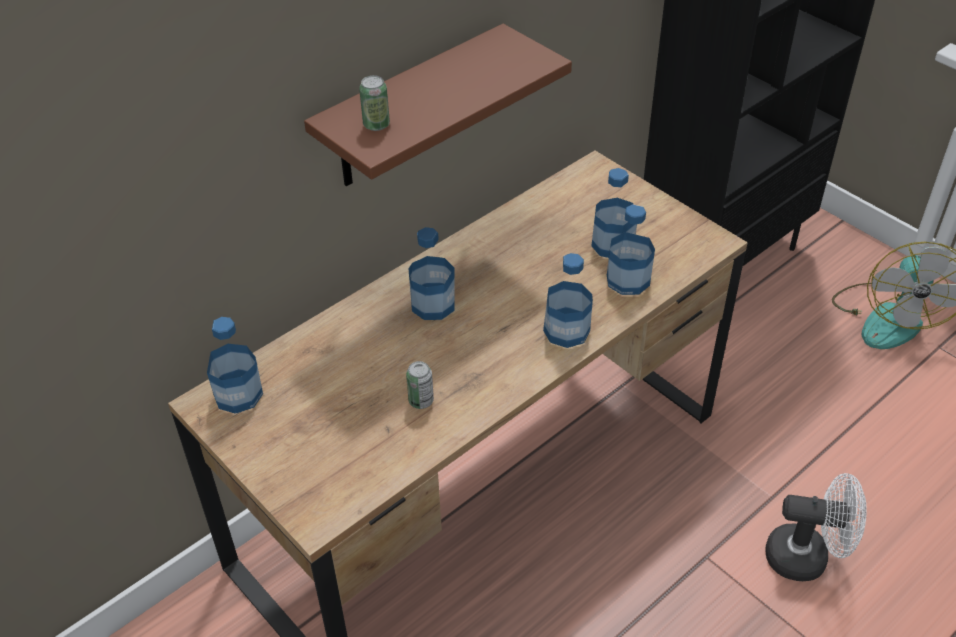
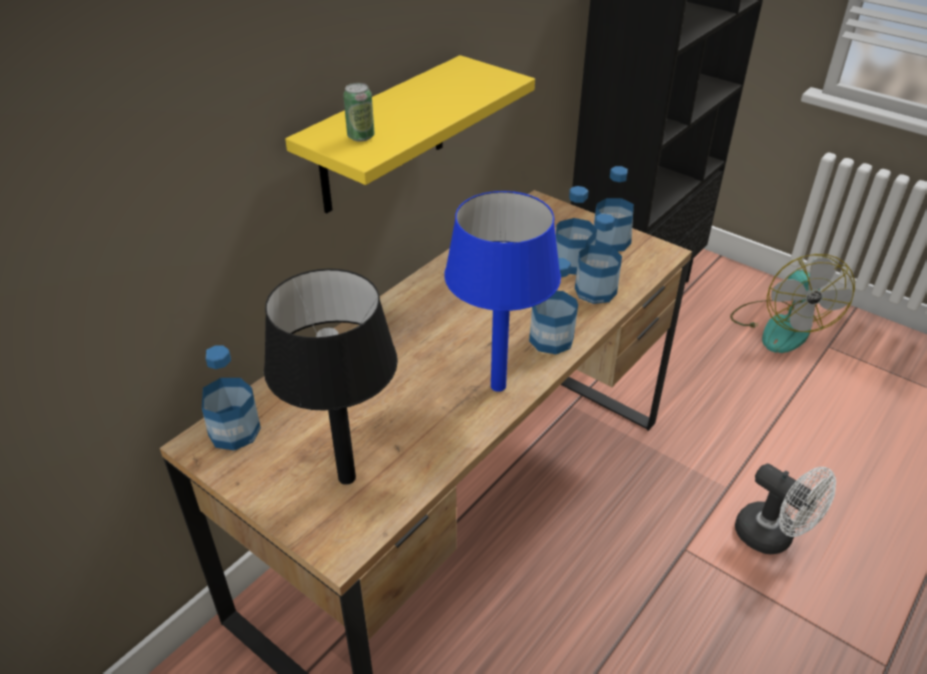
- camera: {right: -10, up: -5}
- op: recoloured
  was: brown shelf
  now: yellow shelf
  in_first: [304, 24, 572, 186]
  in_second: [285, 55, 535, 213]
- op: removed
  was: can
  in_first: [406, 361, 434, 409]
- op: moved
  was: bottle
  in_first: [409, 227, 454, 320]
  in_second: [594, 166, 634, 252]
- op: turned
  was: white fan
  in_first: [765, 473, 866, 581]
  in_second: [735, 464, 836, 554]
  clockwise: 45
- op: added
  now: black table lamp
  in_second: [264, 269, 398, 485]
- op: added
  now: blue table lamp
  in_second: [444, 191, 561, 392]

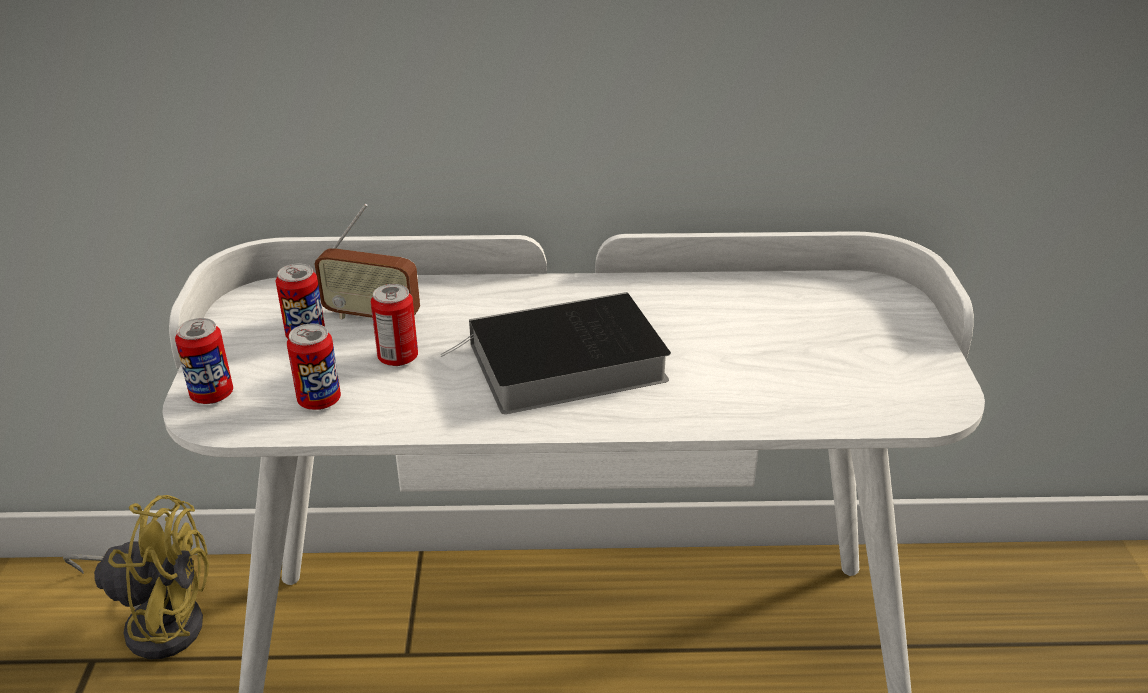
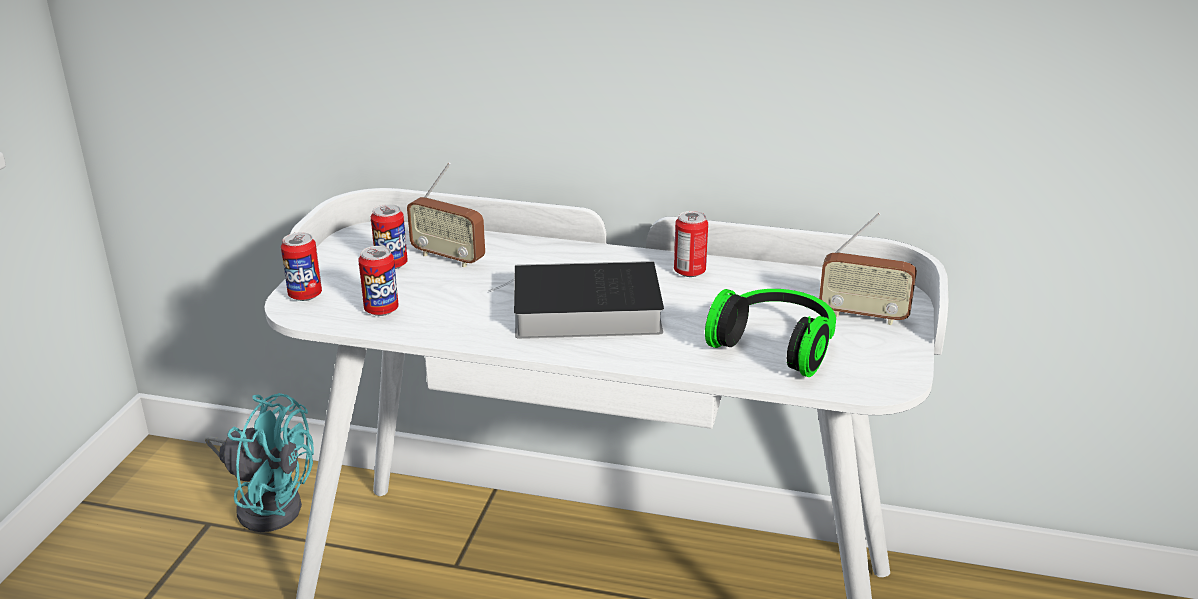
- camera: {right: 15, up: -5}
- op: recoloured
  was: yellow fan
  now: turquoise fan
  in_first: [63, 495, 209, 659]
  in_second: [205, 393, 314, 532]
- op: moved
  was: can
  in_first: [371, 284, 418, 366]
  in_second: [674, 211, 708, 277]
- op: added
  now: headphones
  in_second: [705, 289, 836, 377]
- op: added
  now: radio
  in_second: [819, 213, 917, 325]

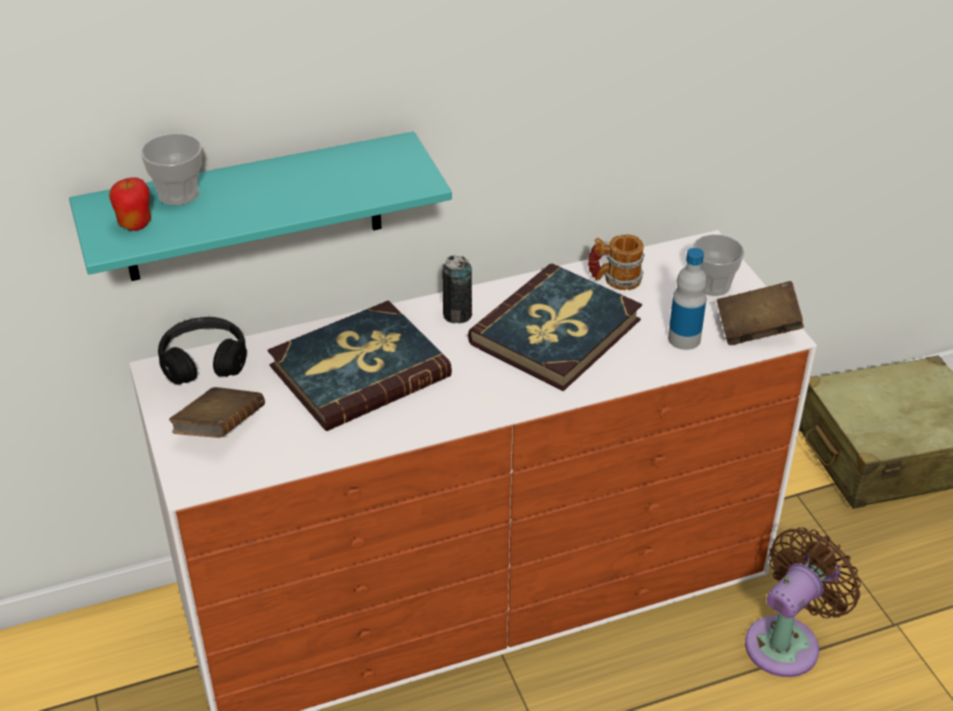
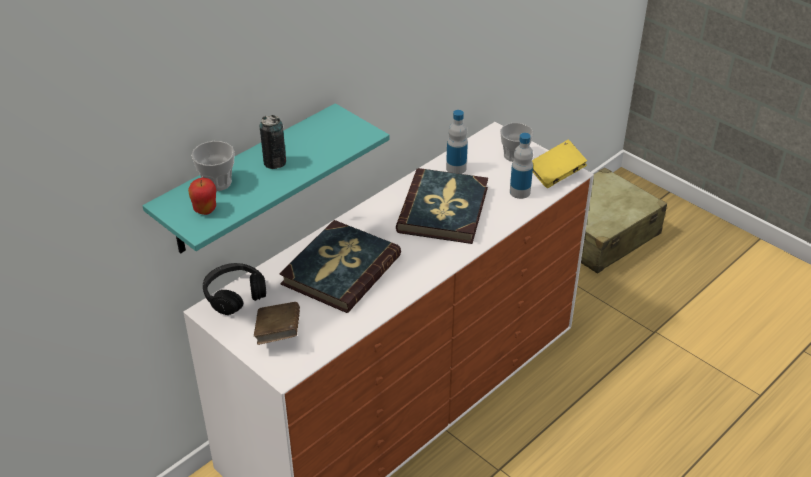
- camera: {right: -25, up: 0}
- op: moved
  was: can
  in_first: [442, 255, 472, 323]
  in_second: [260, 115, 286, 169]
- op: replaced
  was: mug
  now: bottle
  in_first: [588, 234, 645, 290]
  in_second: [446, 110, 468, 174]
- op: recoloured
  was: brown book
  now: yellow book
  in_first: [717, 281, 804, 345]
  in_second: [532, 140, 587, 188]
- op: removed
  was: brown fan
  in_first: [745, 527, 861, 677]

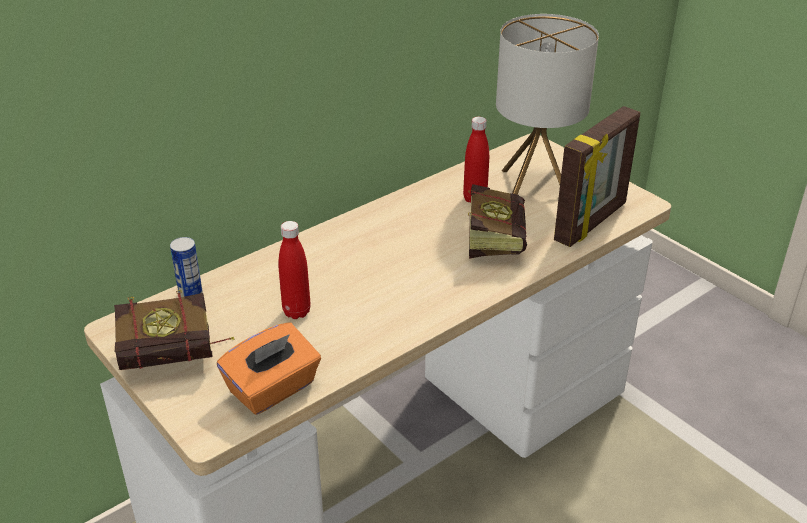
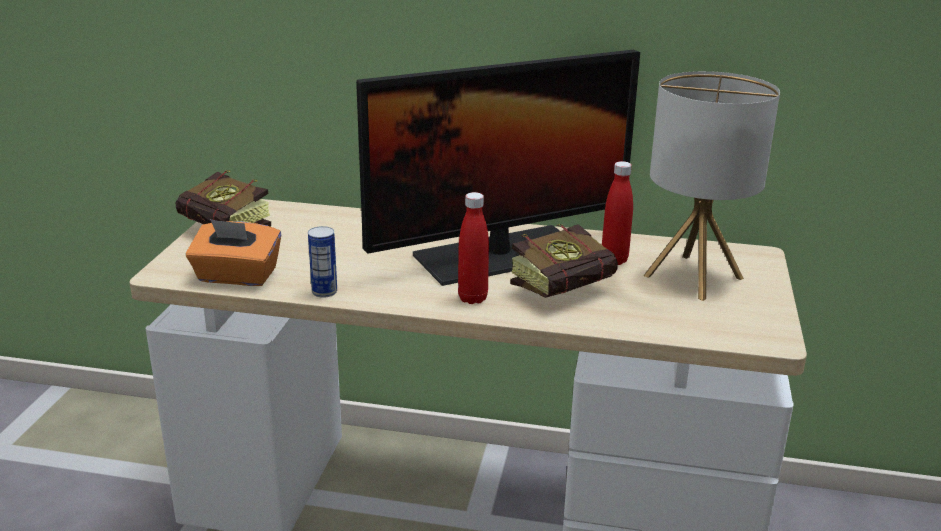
- camera: {right: 50, up: -10}
- op: moved
  was: can
  in_first: [170, 237, 203, 297]
  in_second: [308, 226, 337, 298]
- op: moved
  was: red bottle
  in_first: [278, 221, 311, 319]
  in_second: [458, 192, 489, 304]
- op: removed
  was: picture frame
  in_first: [554, 106, 640, 247]
- op: added
  now: monitor
  in_second: [356, 50, 640, 286]

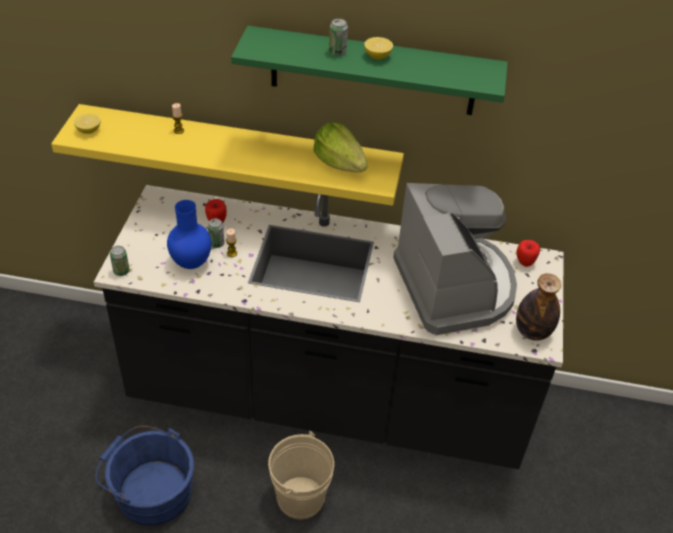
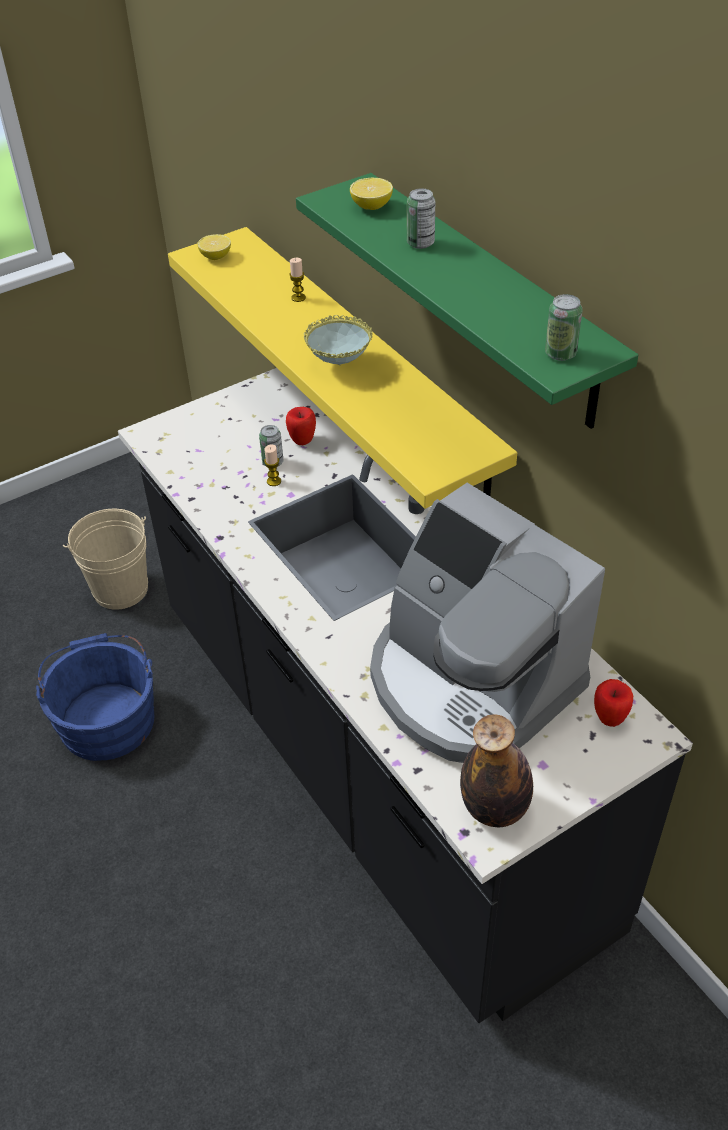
- camera: {right: 50, up: 0}
- op: moved
  was: can
  in_first: [110, 246, 130, 276]
  in_second: [545, 294, 582, 361]
- op: removed
  was: blue vase
  in_first: [167, 200, 212, 269]
- op: moved
  was: beige bucket
  in_first: [268, 431, 334, 519]
  in_second: [63, 509, 148, 610]
- op: removed
  was: lettuce
  in_first: [313, 122, 368, 172]
- op: moved
  was: lemon
  in_first: [364, 37, 393, 59]
  in_second: [350, 178, 393, 210]
- op: turned
  was: coffee machine
  in_first: [393, 183, 517, 335]
  in_second: [370, 483, 605, 763]
  clockwise: 105
- op: added
  now: bowl
  in_second: [303, 315, 373, 366]

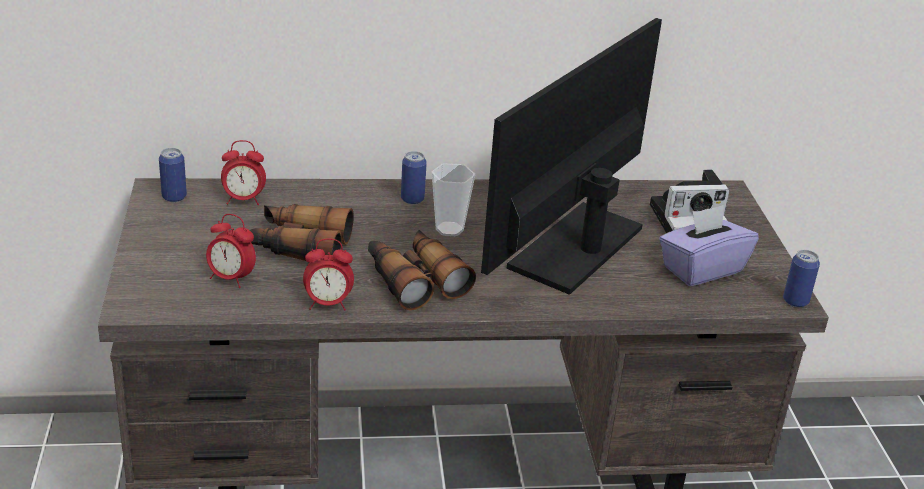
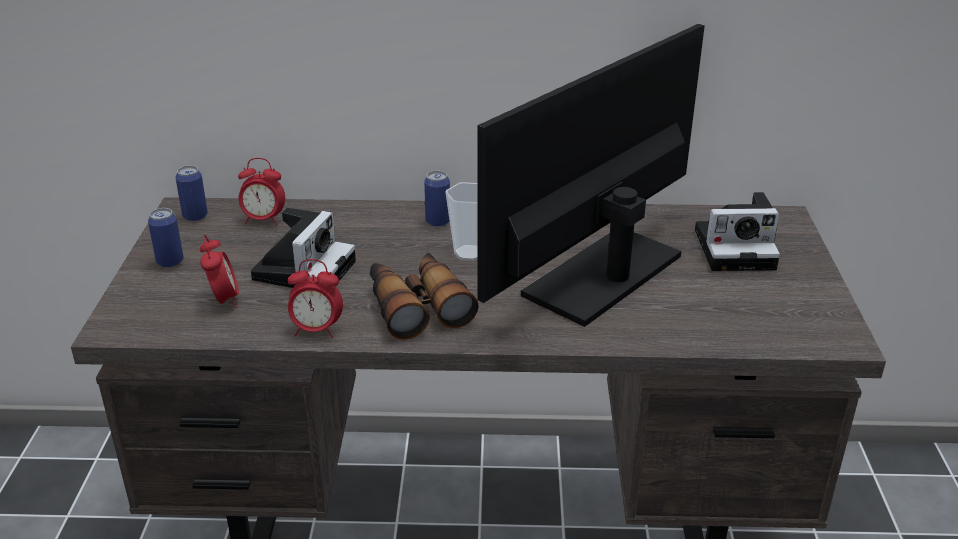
- camera: {right: 10, up: 0}
- op: turned
  was: alarm clock
  in_first: [206, 214, 256, 288]
  in_second: [200, 235, 239, 308]
  clockwise: -135
- op: replaced
  was: binoculars
  now: photo camera
  in_first: [250, 204, 354, 263]
  in_second: [251, 208, 356, 288]
- op: removed
  was: purple tissue box
  in_first: [659, 205, 759, 286]
- op: moved
  was: can
  in_first: [783, 250, 820, 307]
  in_second: [148, 208, 184, 268]

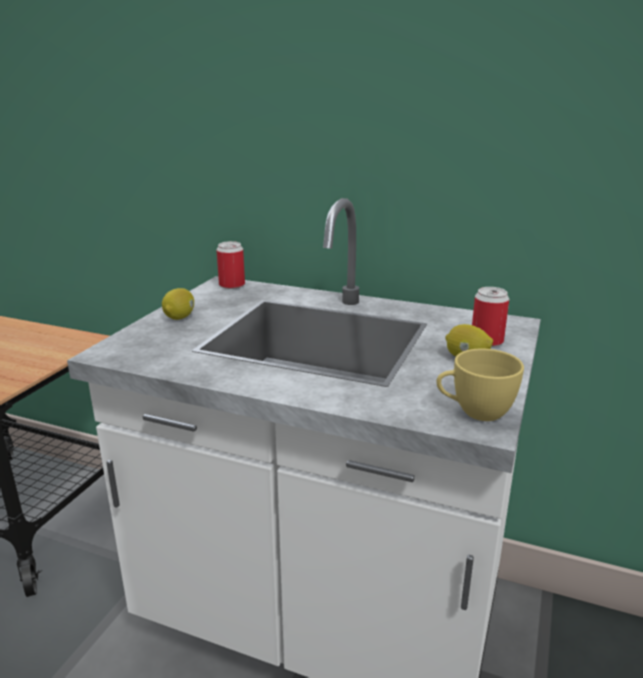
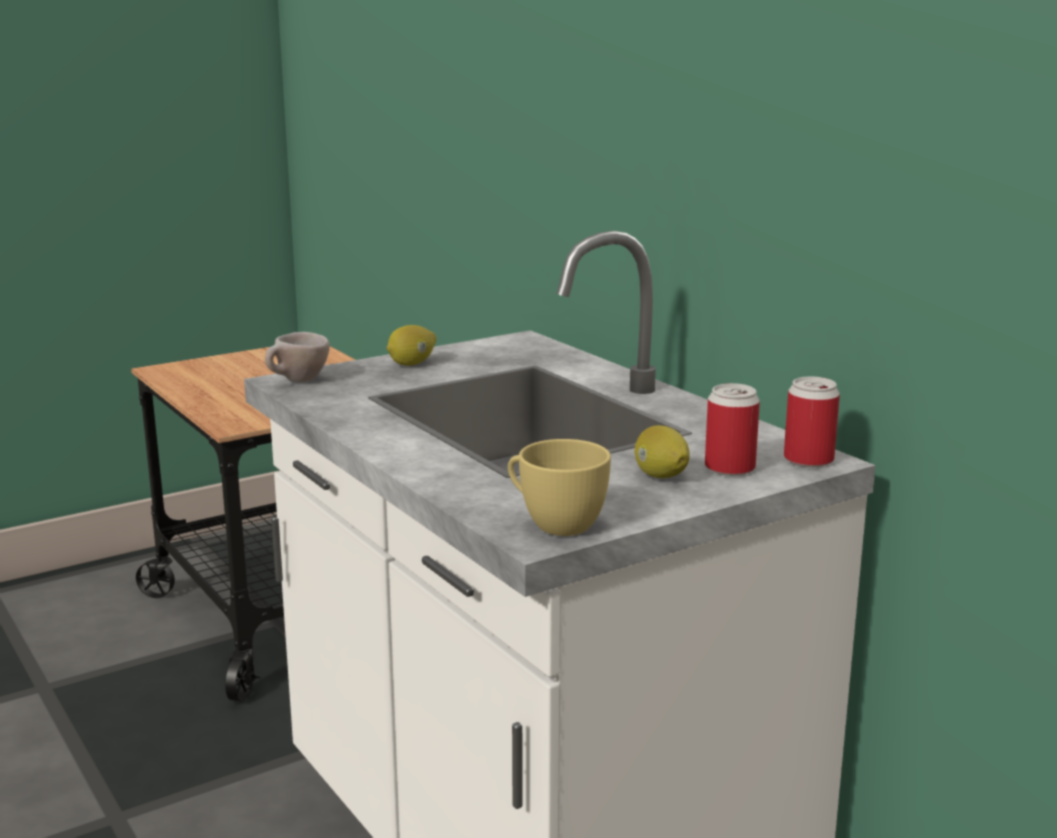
- camera: {right: 35, up: -5}
- op: moved
  was: can
  in_first: [217, 241, 245, 289]
  in_second: [784, 376, 840, 467]
- op: added
  now: beige cup
  in_second: [265, 332, 330, 382]

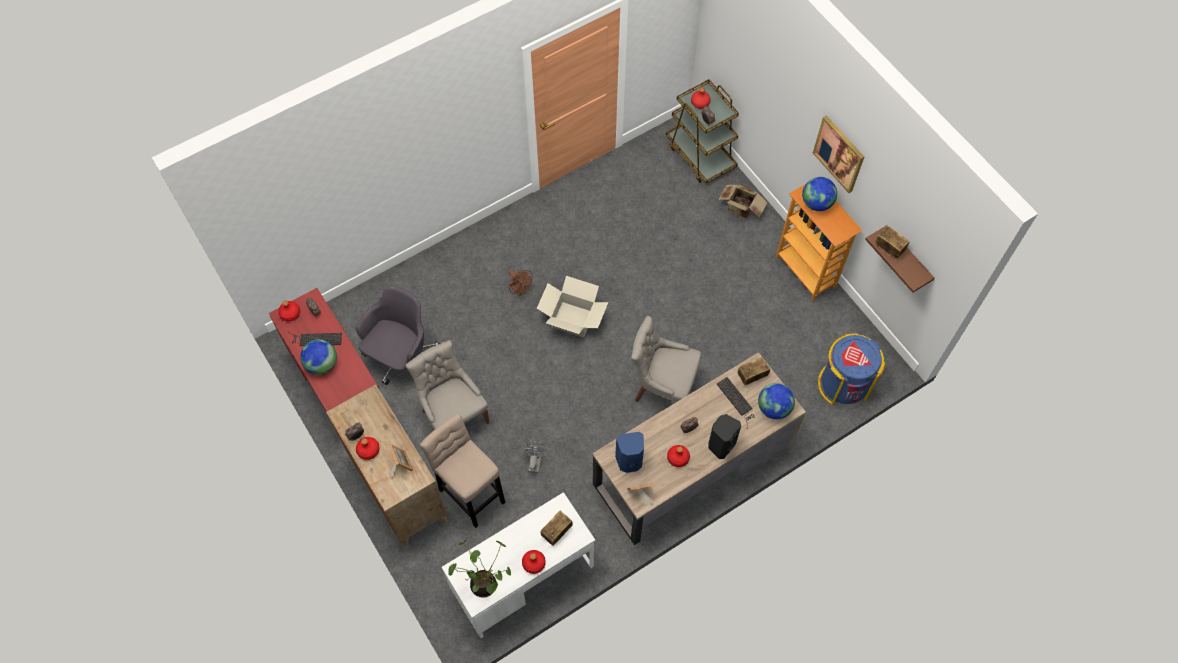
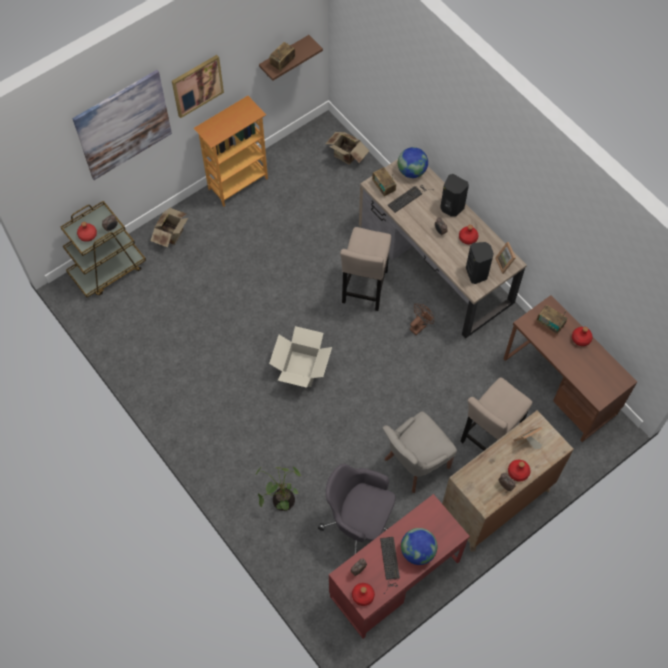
- camera: {right: -95, up: 0}
- op: recoloured
  was: white desk
  now: brown desk
  in_first: [442, 492, 595, 638]
  in_second: [504, 295, 637, 442]
- op: moved
  was: potted plant
  in_first: [448, 539, 511, 598]
  in_second: [255, 467, 301, 511]
- op: moved
  was: brown fan
  in_first: [509, 270, 533, 297]
  in_second: [410, 304, 434, 335]
- op: removed
  was: grey fan
  in_first: [520, 441, 551, 473]
- op: recoloured
  was: blue speaker
  now: black speaker
  in_first: [615, 432, 644, 473]
  in_second: [466, 242, 494, 284]
- op: replaced
  was: grey chair
  now: beige stool
  in_first: [632, 316, 701, 402]
  in_second: [340, 227, 391, 311]
- op: removed
  was: globe
  in_first: [802, 177, 837, 211]
- op: replaced
  was: blue trash can
  now: cardboard box
  in_first: [818, 333, 885, 405]
  in_second: [326, 132, 369, 165]
- op: added
  now: picture
  in_second: [72, 70, 172, 180]

